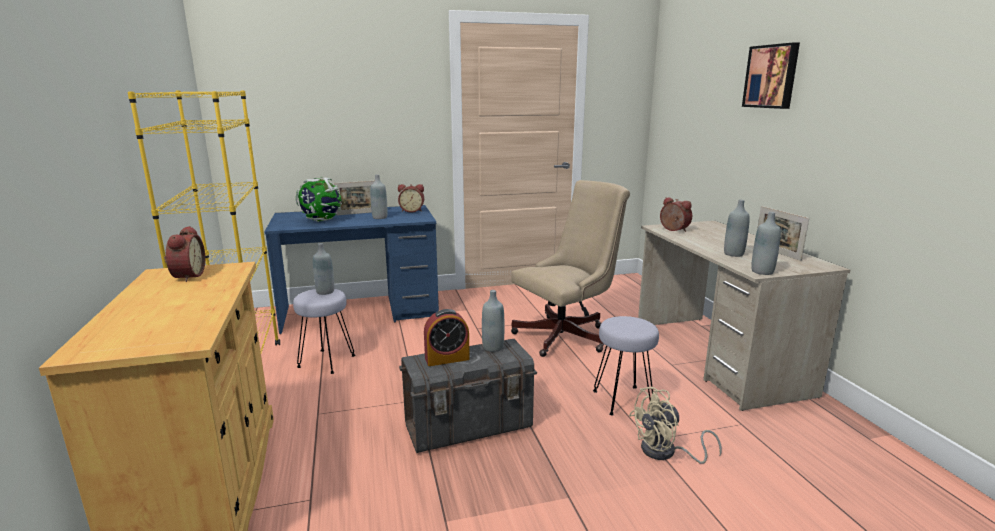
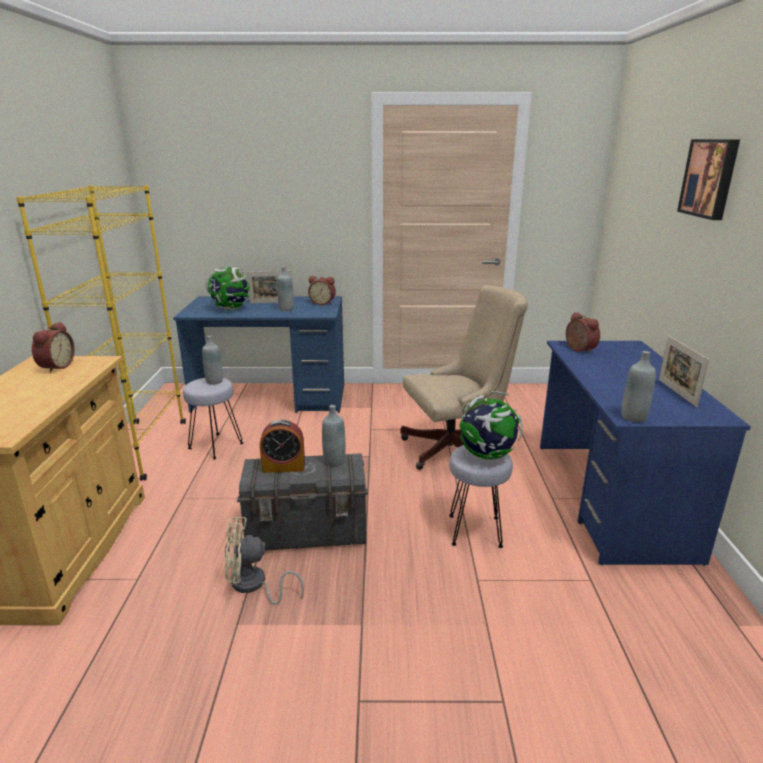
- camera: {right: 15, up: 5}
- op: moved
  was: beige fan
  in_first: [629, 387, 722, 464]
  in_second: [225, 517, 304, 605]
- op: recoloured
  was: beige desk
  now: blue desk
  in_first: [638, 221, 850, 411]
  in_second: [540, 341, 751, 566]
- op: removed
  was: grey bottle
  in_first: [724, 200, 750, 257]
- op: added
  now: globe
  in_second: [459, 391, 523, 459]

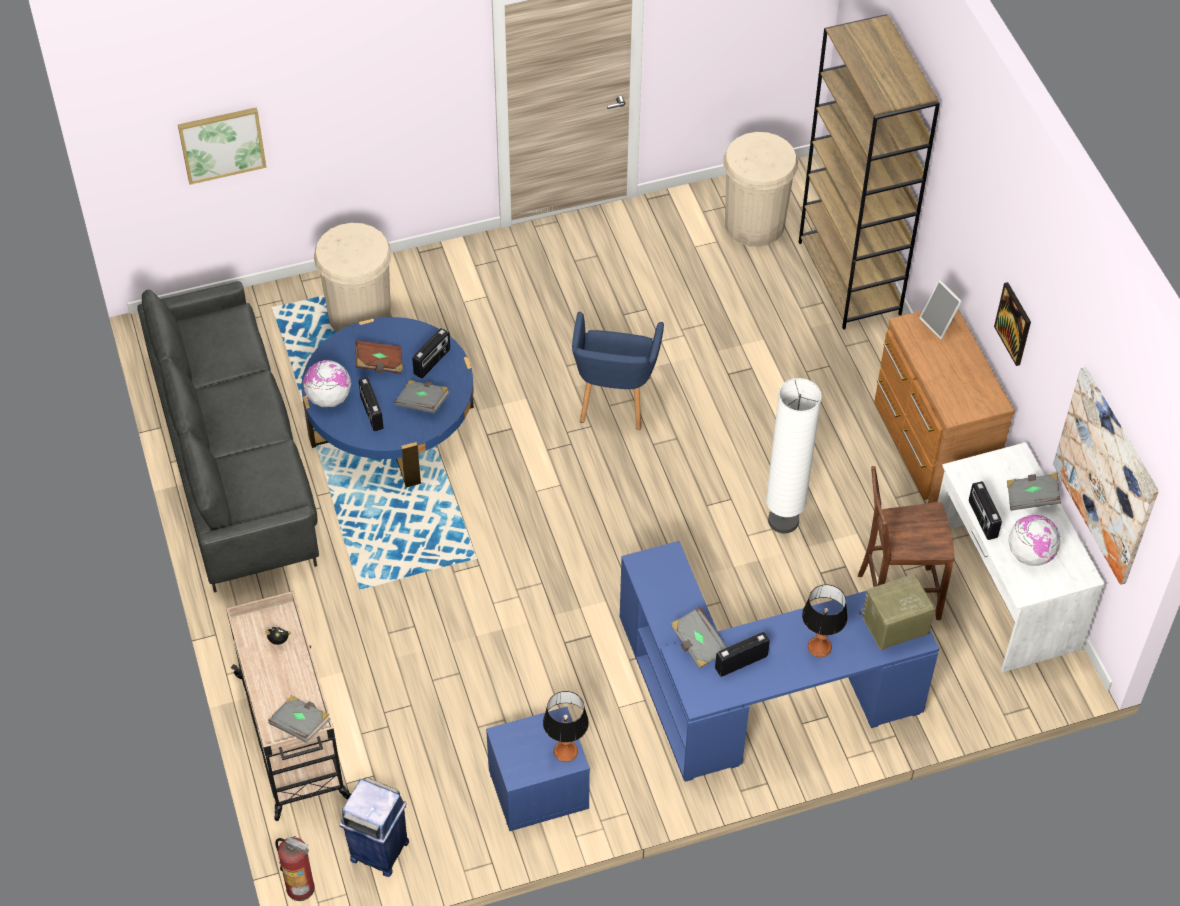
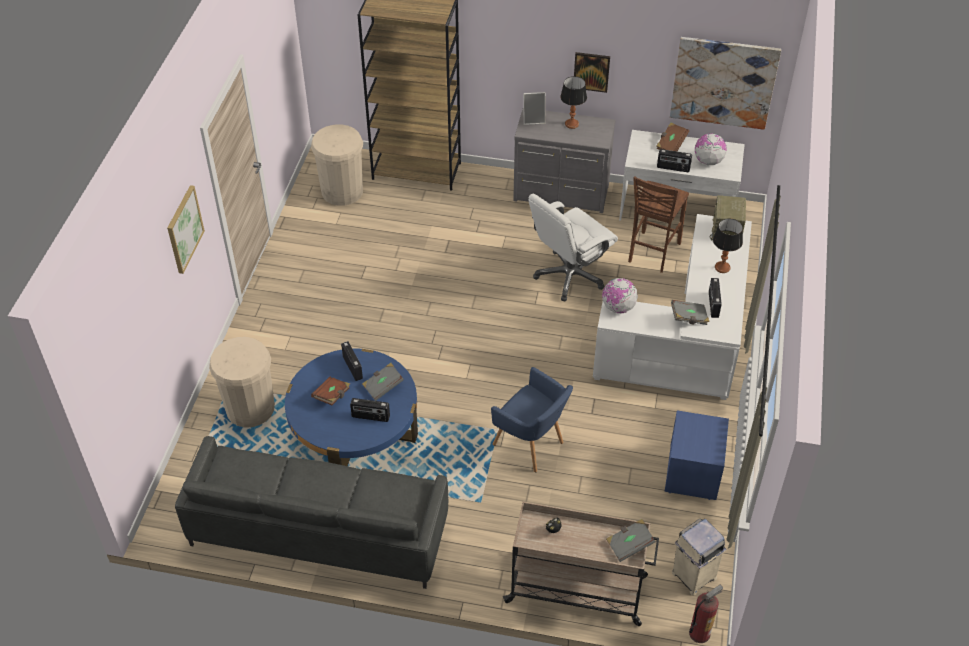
- camera: {right: -60, up: -5}
- op: moved
  was: picture
  in_first: [178, 107, 266, 185]
  in_second: [167, 185, 205, 274]
- op: moved
  was: globe
  in_first: [303, 360, 351, 407]
  in_second: [602, 278, 638, 313]
- op: recoloured
  was: blue trash can
  now: beige trash can
  in_first: [340, 777, 409, 877]
  in_second: [672, 519, 726, 596]
- op: moved
  was: table lamp
  in_first: [543, 691, 589, 762]
  in_second: [560, 76, 587, 129]
- op: moved
  was: blue armchair
  in_first: [572, 312, 664, 430]
  in_second: [491, 367, 573, 472]
- op: recoloured
  was: blue desk
  now: white desk
  in_first: [620, 541, 939, 782]
  in_second: [593, 214, 752, 400]
- op: replaced
  was: white floor lamp
  now: white office chair
  in_first: [766, 378, 822, 533]
  in_second: [528, 194, 618, 302]
- op: recoloured
  was: brown dresser
  now: grey dresser
  in_first: [874, 309, 1015, 503]
  in_second: [513, 109, 616, 213]
- op: recoloured
  was: grey book
  now: brown book
  in_first: [1007, 473, 1061, 511]
  in_second: [657, 123, 689, 151]

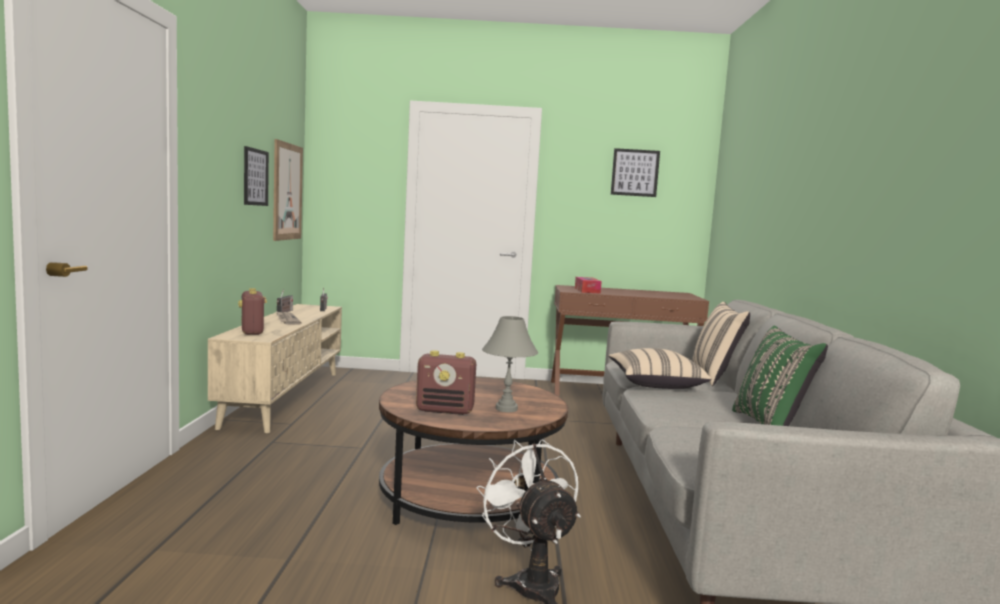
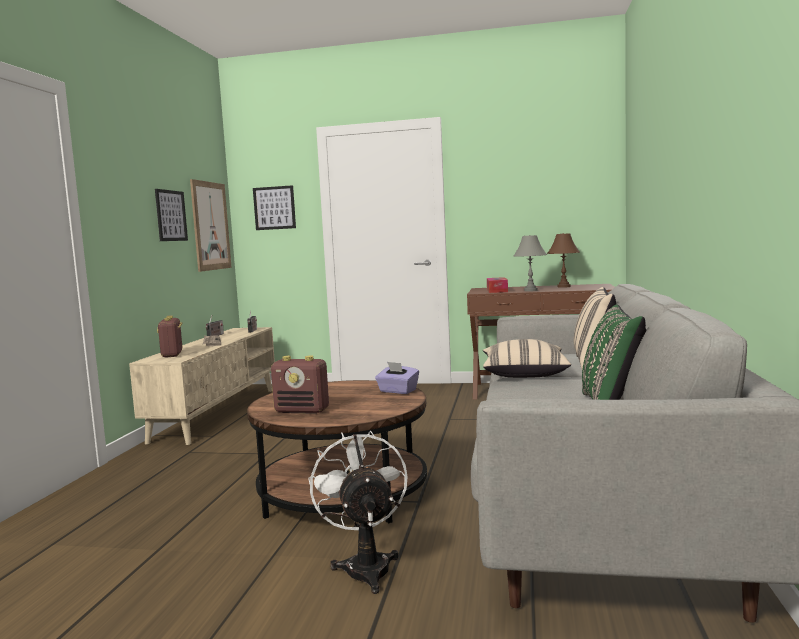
- camera: {right: 10, up: 0}
- op: moved
  was: grey table lamp
  in_first: [482, 316, 538, 412]
  in_second: [514, 235, 547, 291]
- op: moved
  was: picture
  in_first: [611, 148, 660, 197]
  in_second: [253, 185, 296, 230]
- op: added
  now: purple tissue box
  in_second: [375, 362, 419, 394]
- op: added
  now: brown table lamp
  in_second: [547, 233, 580, 288]

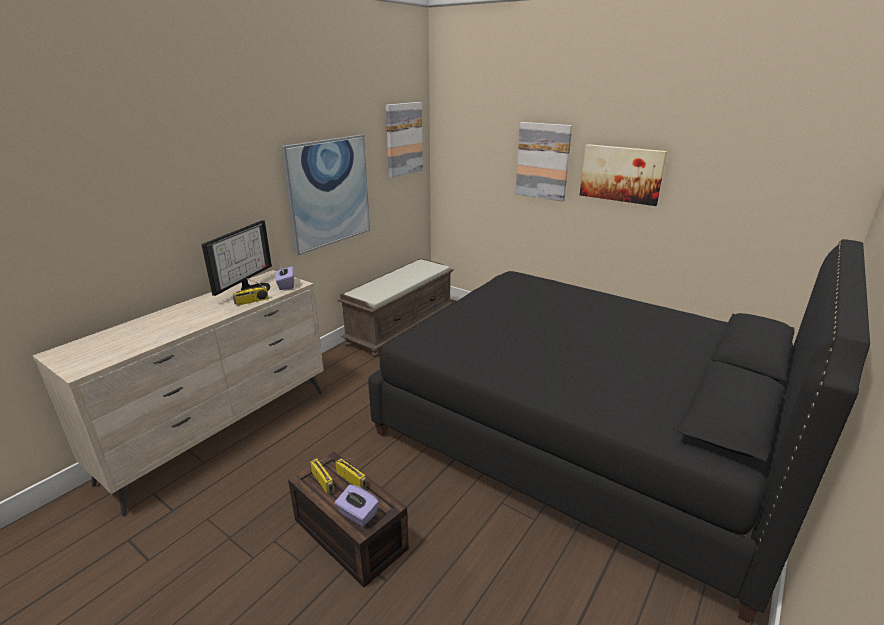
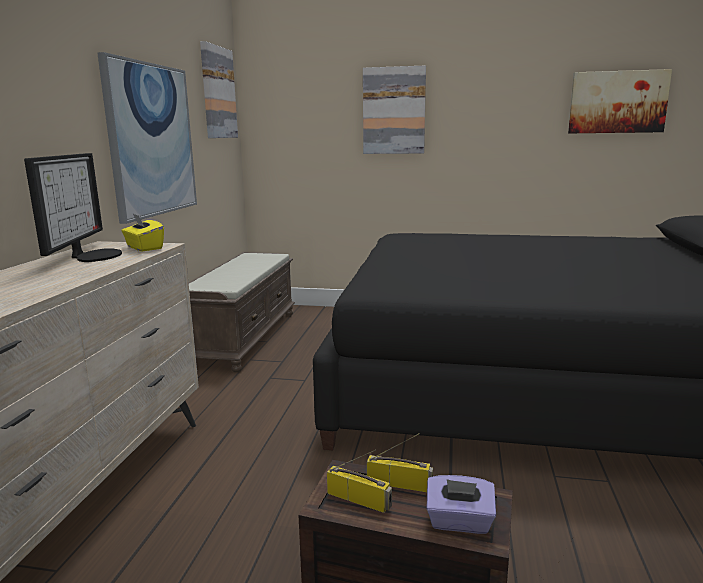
- camera: {right: -25, up: -10}
- op: removed
  was: radio
  in_first: [233, 274, 269, 306]
- op: recoloured
  was: purple tissue box
  now: yellow tissue box
  in_first: [275, 264, 294, 290]
  in_second: [121, 214, 164, 252]
- op: moved
  was: picture
  in_first: [580, 144, 667, 206]
  in_second: [568, 69, 672, 133]

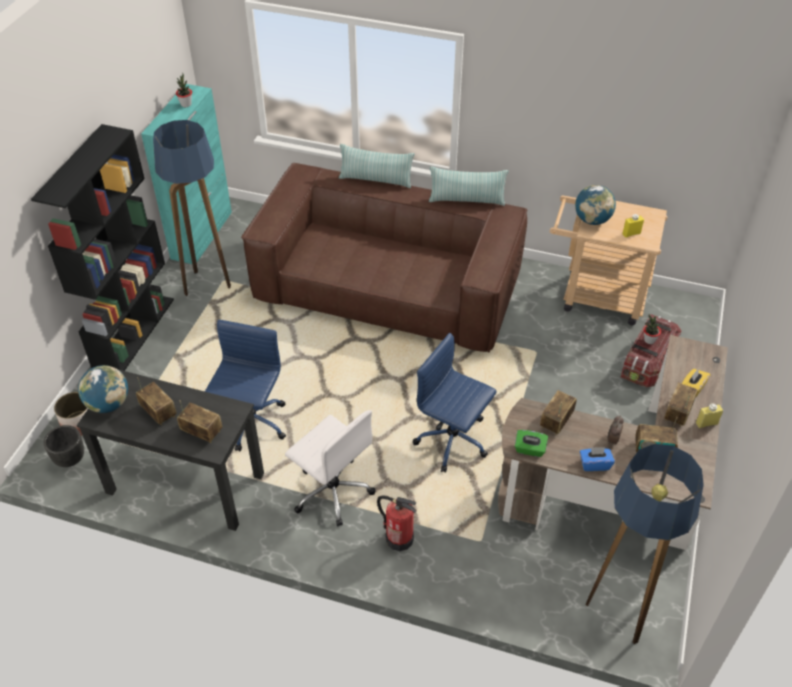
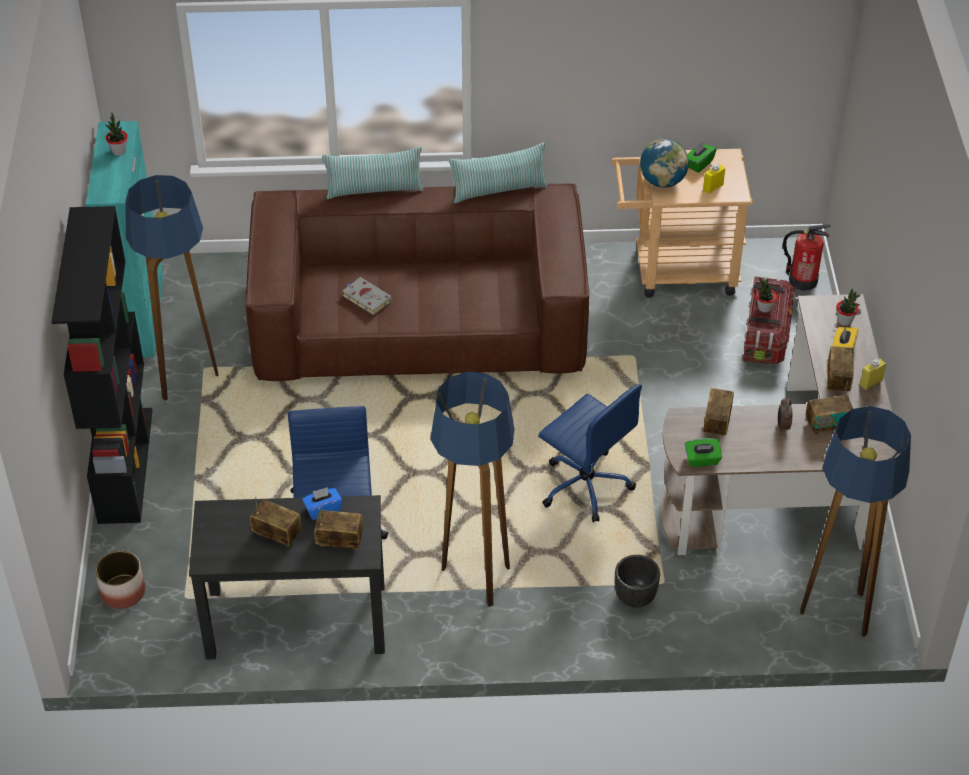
- camera: {right: -20, up: 0}
- op: moved
  was: black planter
  in_first: [43, 425, 84, 467]
  in_second: [615, 555, 660, 608]
- op: removed
  was: globe
  in_first: [78, 365, 128, 413]
- op: replaced
  was: white office chair
  now: floor lamp
  in_first: [285, 410, 376, 527]
  in_second: [430, 372, 514, 607]
- op: moved
  was: fire extinguisher
  in_first: [377, 495, 417, 551]
  in_second: [783, 224, 831, 291]
- op: turned
  was: blue office chair
  in_first: [413, 333, 496, 473]
  in_second: [538, 384, 642, 523]
  clockwise: -150
- op: moved
  was: blue tissue box
  in_first: [580, 447, 615, 471]
  in_second: [302, 487, 343, 520]
- op: added
  now: grey book
  in_second: [342, 277, 393, 316]
- op: added
  now: green tissue box
  in_second: [687, 141, 717, 173]
- op: added
  now: potted plant
  in_second: [836, 288, 861, 326]

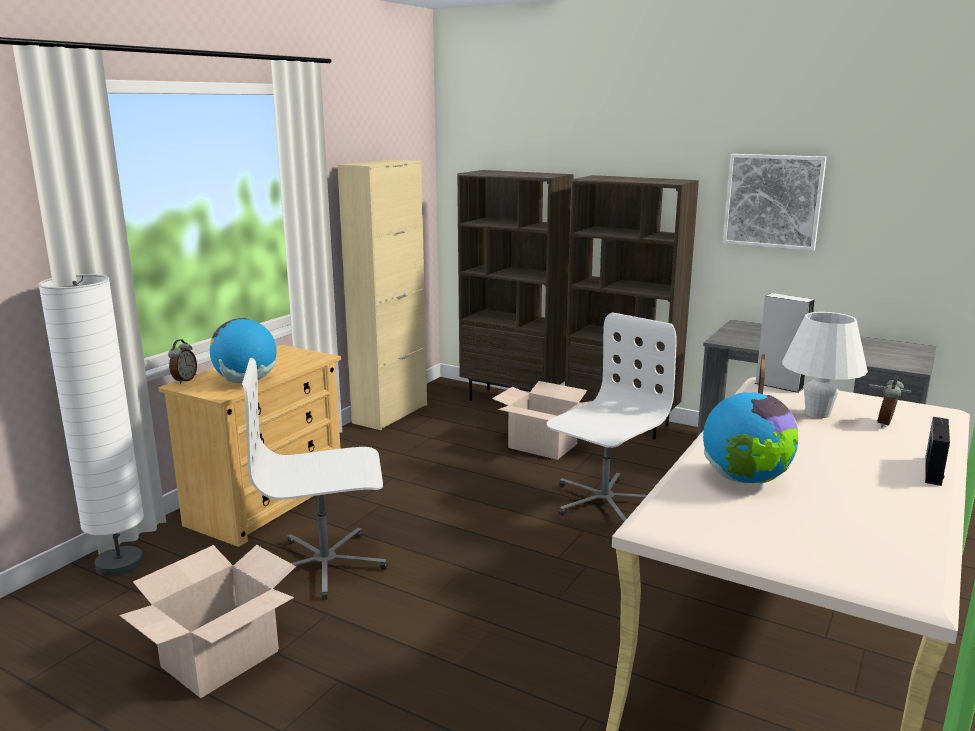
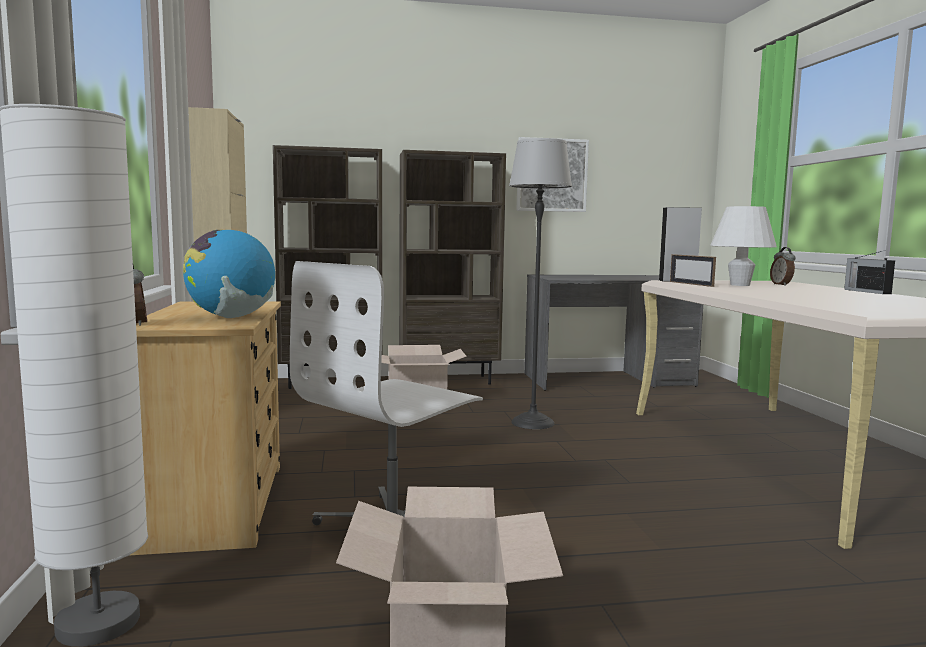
- camera: {right: -40, up: -10}
- op: replaced
  was: white office chair
  now: floor lamp
  in_first: [547, 312, 677, 525]
  in_second: [509, 138, 572, 429]
- op: removed
  was: globe
  in_first: [703, 392, 798, 484]

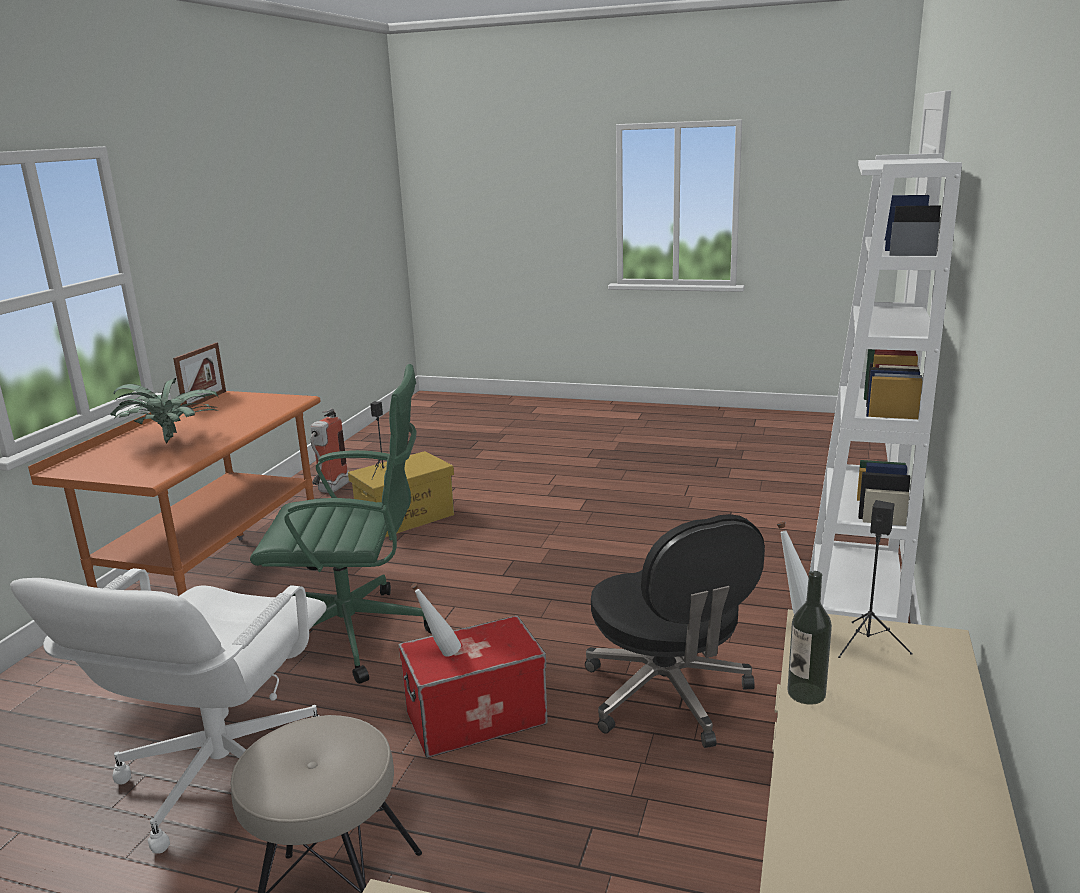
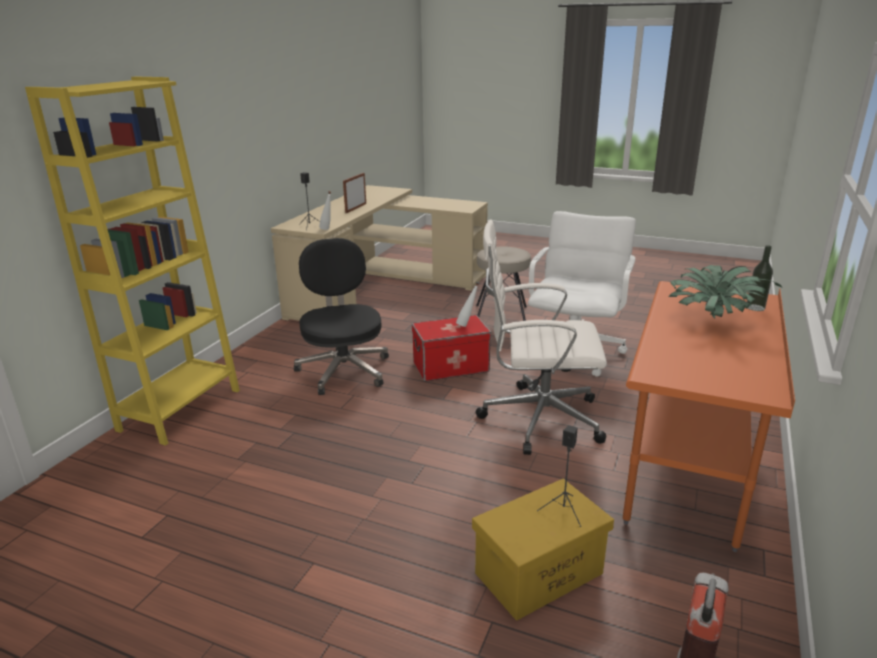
- camera: {right: -175, up: 5}
- op: moved
  was: picture frame
  in_first: [173, 342, 226, 408]
  in_second: [343, 173, 366, 213]
- op: recoloured
  was: green office chair
  now: white office chair
  in_first: [250, 364, 432, 684]
  in_second: [476, 219, 607, 455]
- op: moved
  was: bottle
  in_first: [787, 571, 832, 705]
  in_second: [747, 245, 773, 311]
- op: recoloured
  was: white bookcase
  now: yellow bookcase
  in_first: [810, 153, 962, 623]
  in_second: [25, 77, 240, 446]

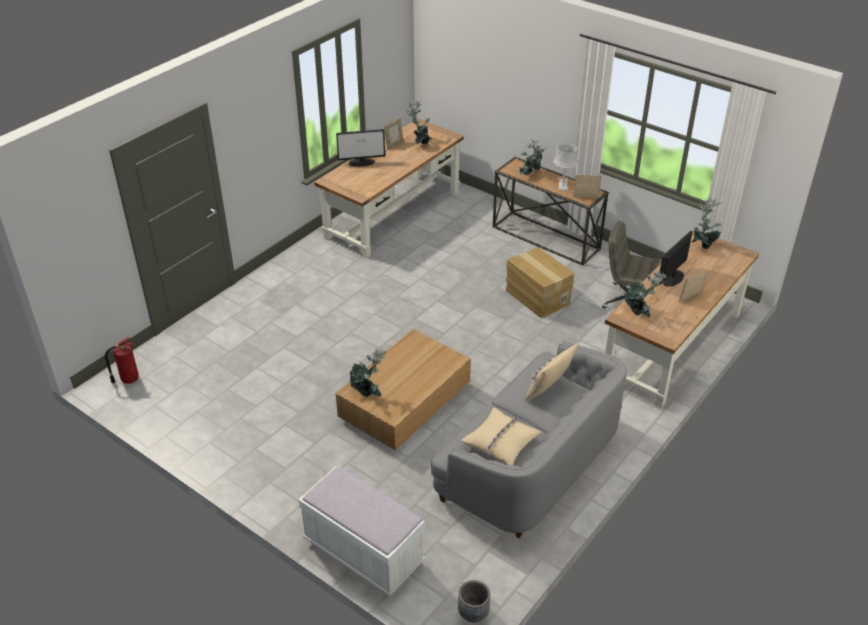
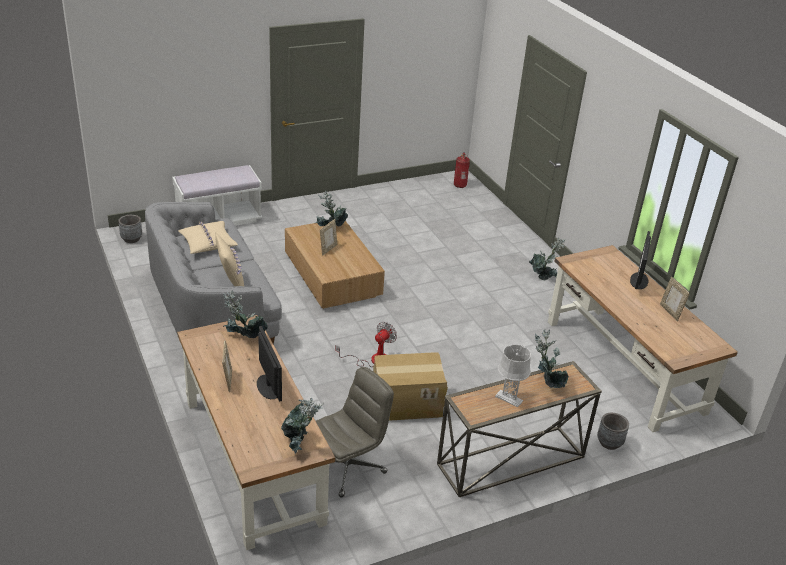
- camera: {right: 115, up: -5}
- op: moved
  was: potted plant
  in_first: [407, 100, 432, 145]
  in_second: [529, 238, 565, 280]
- op: moved
  was: picture frame
  in_first: [573, 174, 601, 198]
  in_second: [320, 219, 337, 256]
- op: added
  now: fan
  in_second: [335, 322, 397, 367]
- op: added
  now: grey planter
  in_second: [597, 413, 629, 450]

